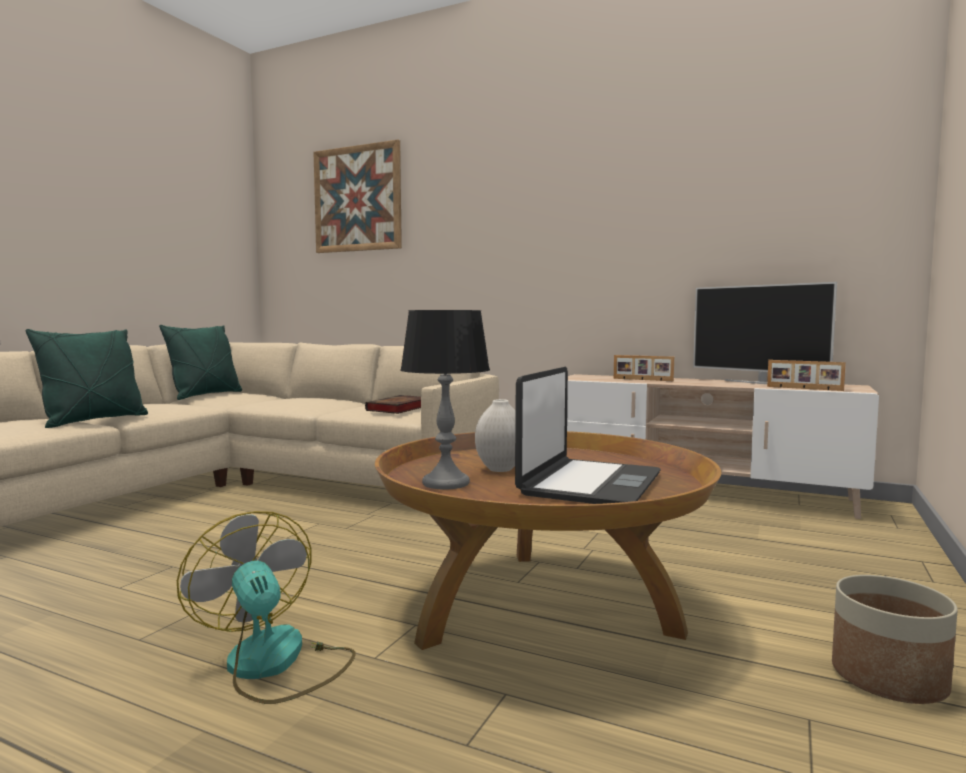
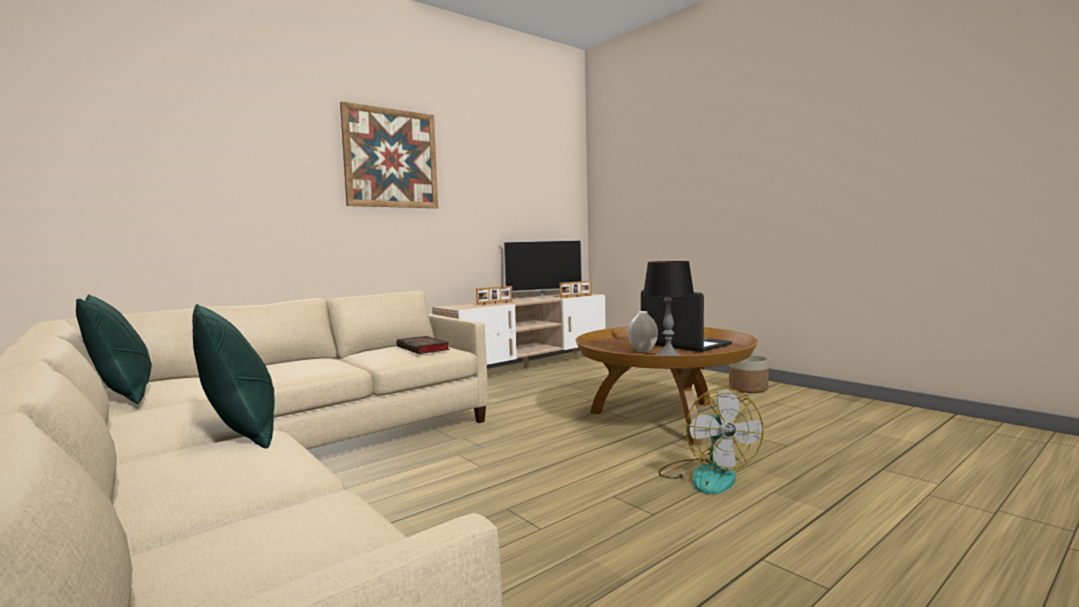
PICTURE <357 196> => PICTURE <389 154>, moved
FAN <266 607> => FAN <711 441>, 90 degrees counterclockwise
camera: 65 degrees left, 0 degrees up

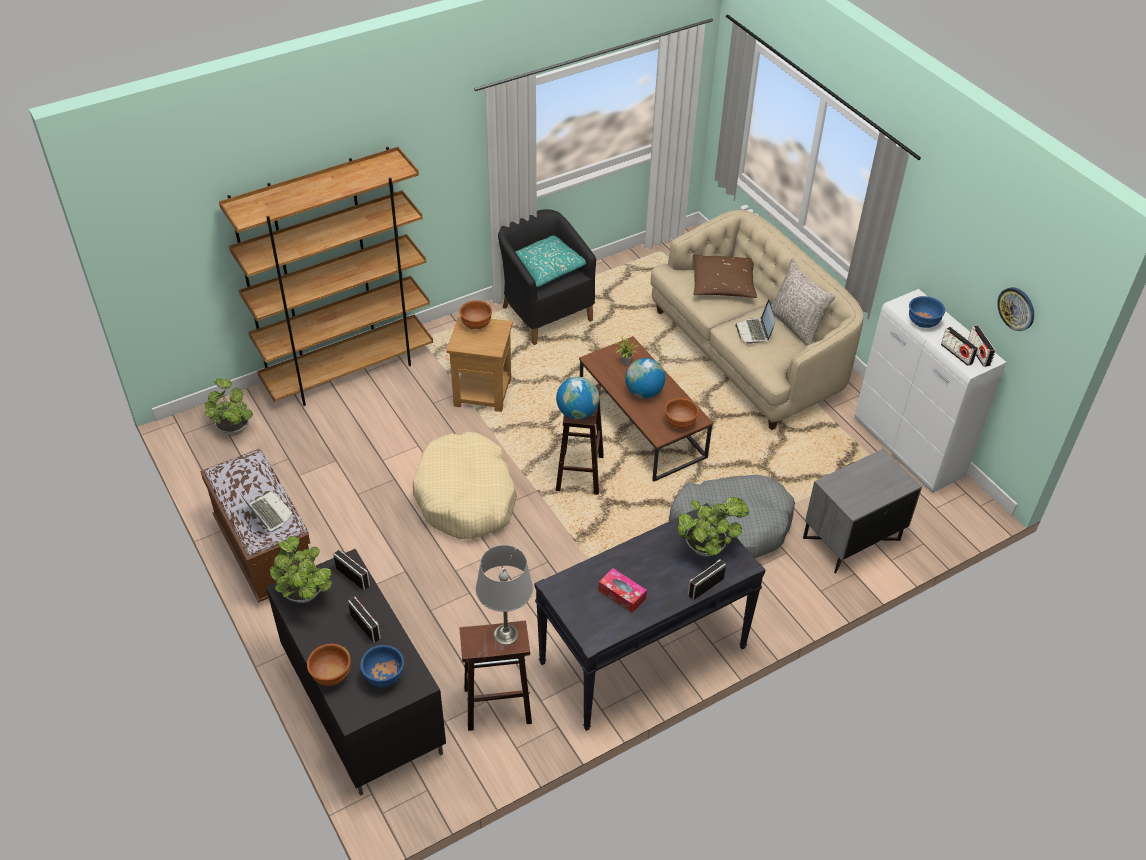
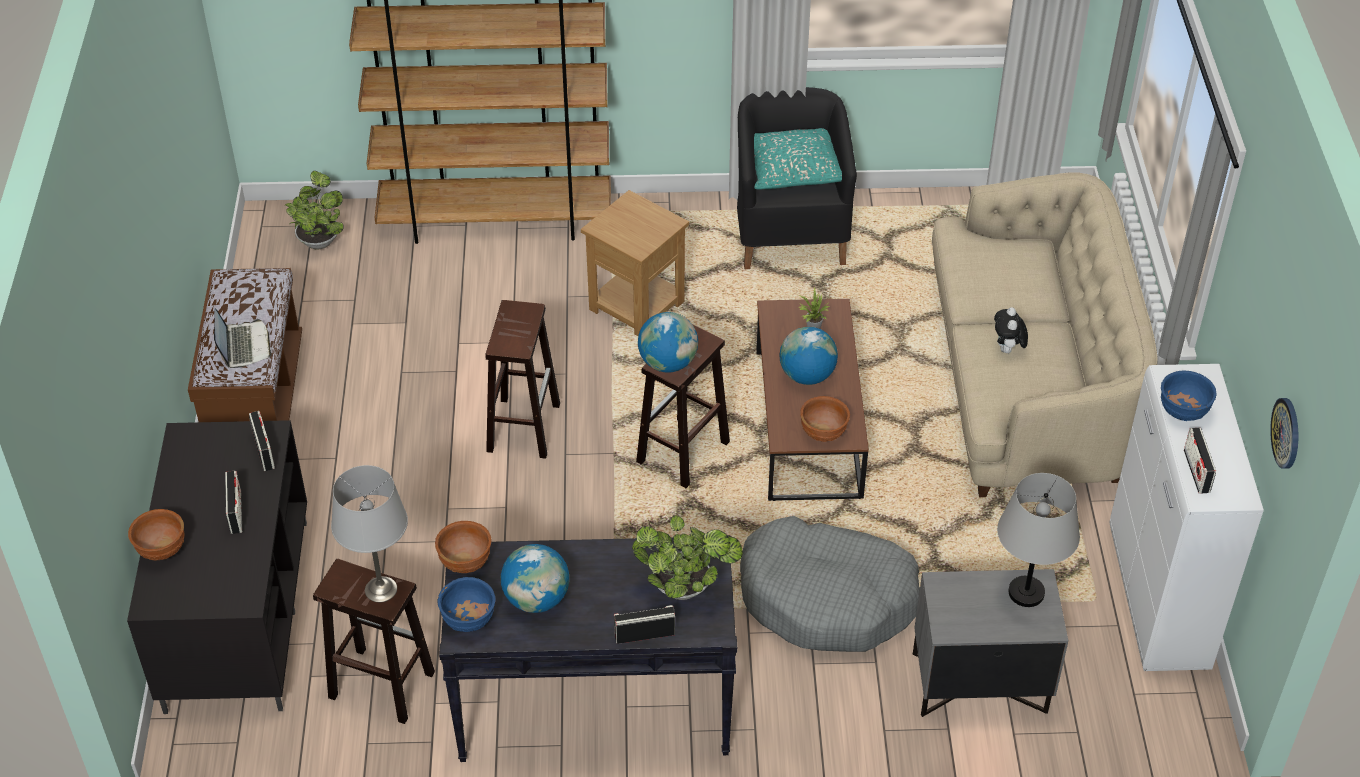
BROWN DEEP DISH <475 314> => BROWN DEEP DISH <463 547>, moved
BLUE DEEP DISH <382 666> => BLUE DEEP DISH <466 604>, moved
BEIGE-COLOURED DOG BED <465 485> => BROWN STOOL SEAT <522 379>
BOX OF TISSUES <622 590> => WORLD GLOBE <535 578>
LAPTOP <755 321> => PLUSH TOY <1011 330>
nothing => GRAY TABLE LAMP <1038 540>
POTTED PLANT <301 569> => nothing
BROWN CUSHION <725 276> => nothing
GRAY CUSHION <804 302> => nothing
RADIO <981 346> => nothing
camera: 30 degrees right, 0 degrees up

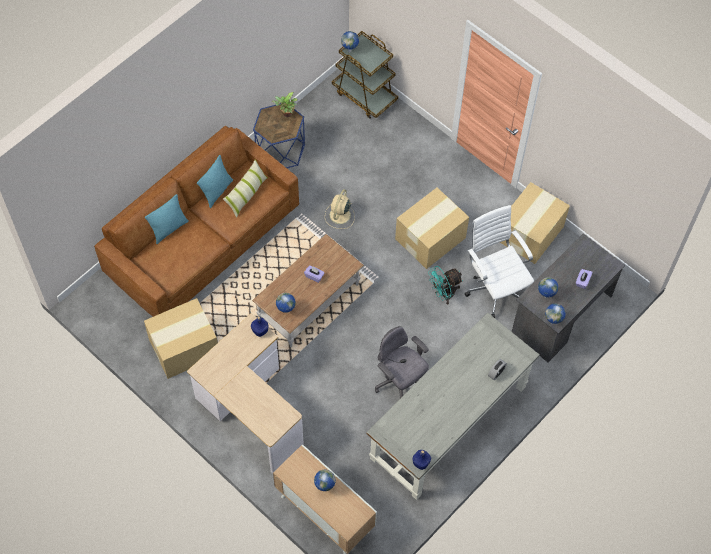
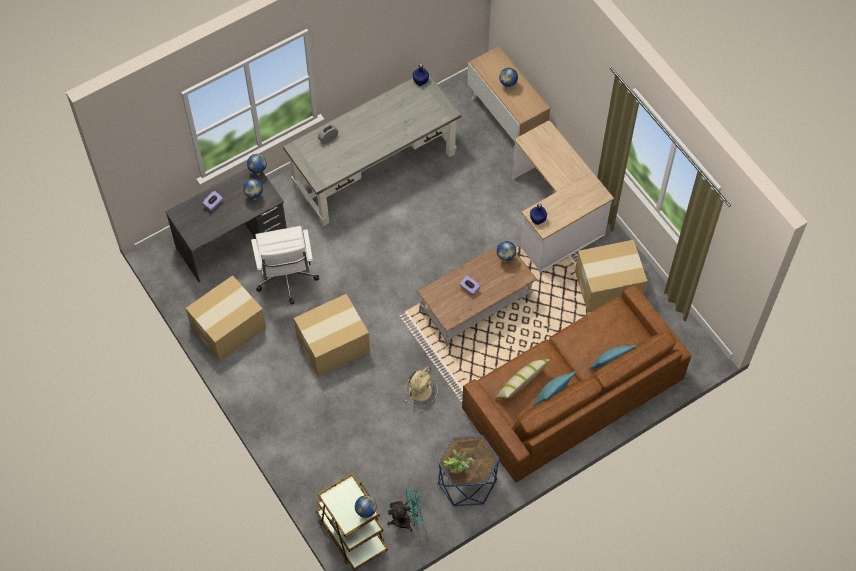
BLUE-GREEN FAN <445 285> => BLUE-GREEN FAN <405 510>, moved
GRAY DESK CHAIR <402 362> => nothing
camera: 165 degrees left, 0 degrees up

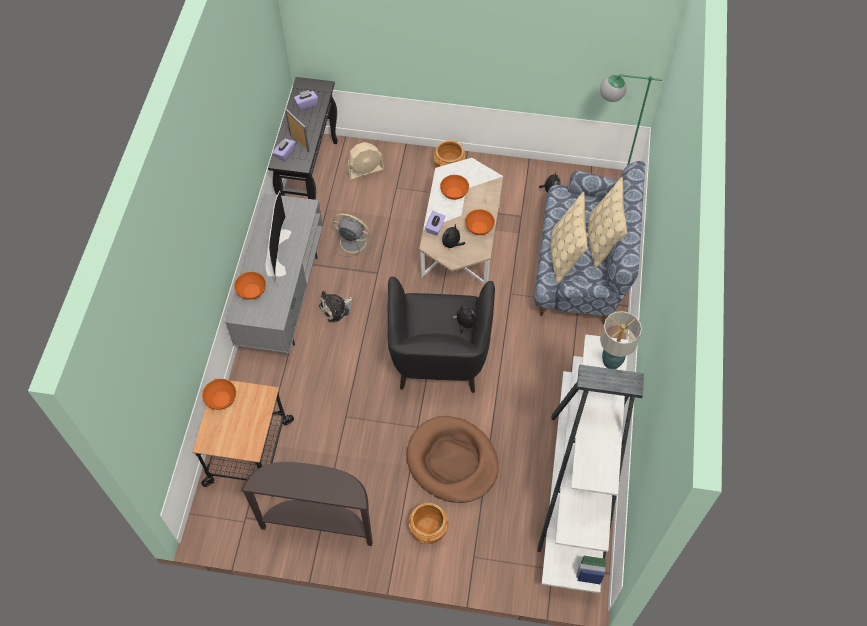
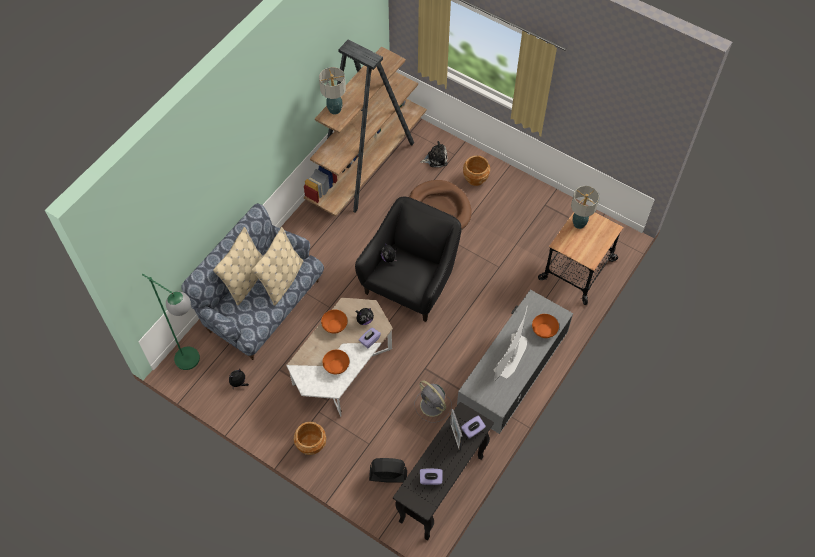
WHITISH BOOKSHELF <590 463> => BROWN BOOKSHELF <365 128>
BEIGE-COLOURED FAN <365 161> => BLACK-COLOURED FAN <388 470>
PLUSH TOY <336 306> => PLUSH TOY <434 154>, moved
nothing => TABLE LAMP <585 207>
ORANGE DEEP DISH <219 394> => nothing
BROWN CONSOLE TABLE <307 504> => nothing
camera: 155 degrees left, 0 degrees up

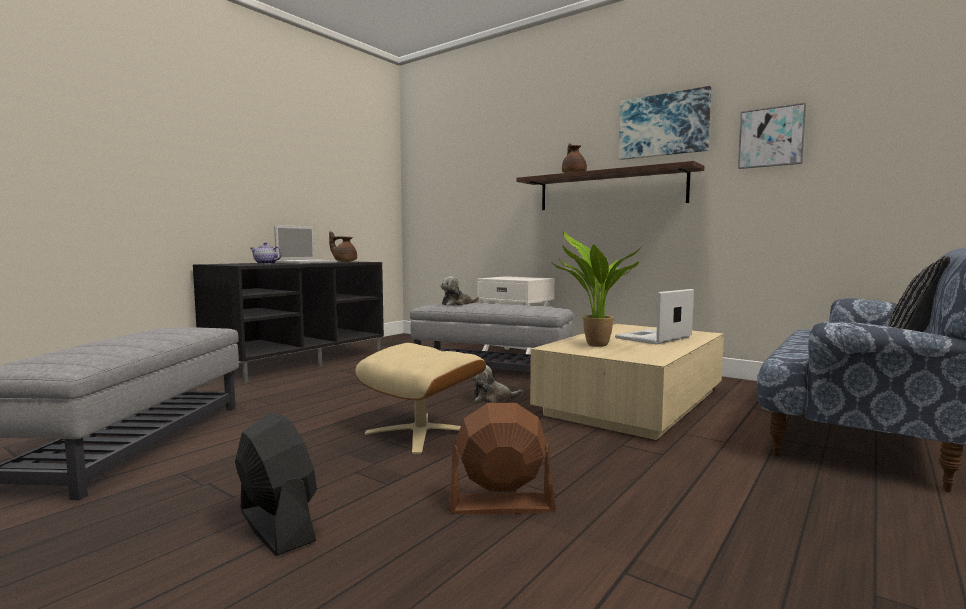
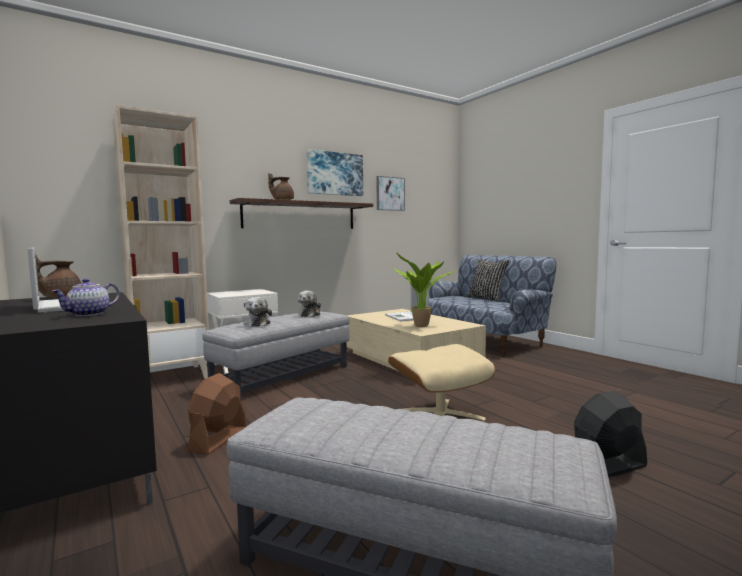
nothing => BEIGE-COLOURED BOOKSHELF <161 242>
BROWN FAN <502 458> => BROWN FAN <217 414>, moved
PLUSH TOY <497 384> => PLUSH TOY <309 304>, moved
camera: 70 degrees left, 0 degrees up

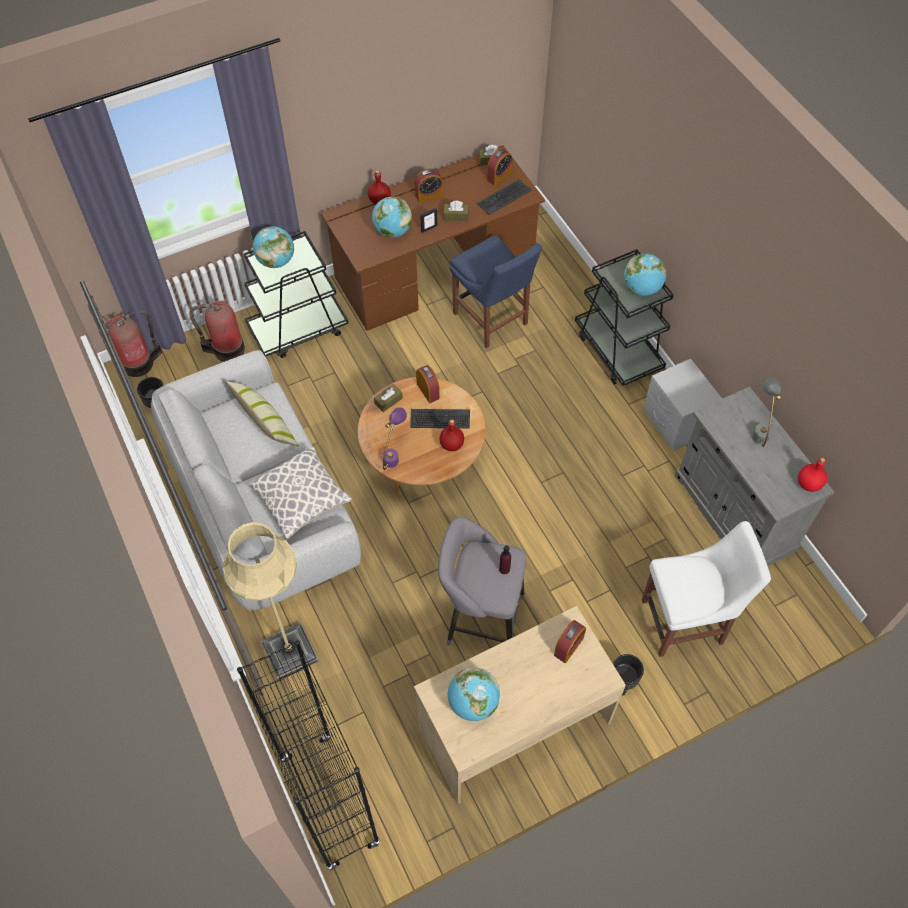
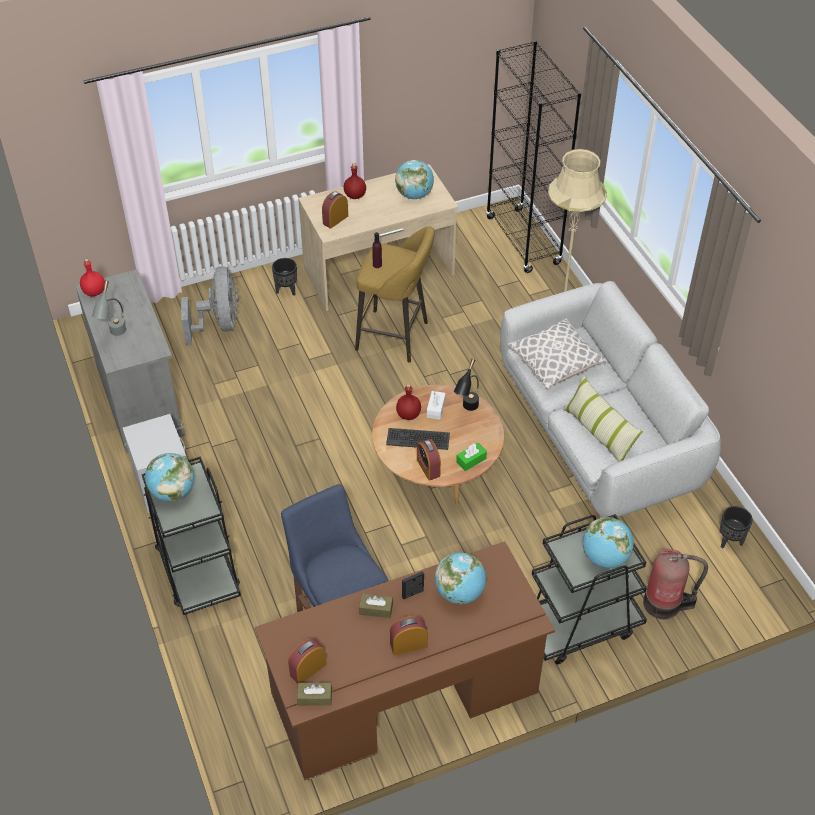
WHITISH UPRIGHT CHAIR <706 589> => GRAY FAN <210 305>
REDDISH BOTTLE <379 187> => REDDISH BOTTLE <355 181>, moved
GRAY STOOL SEAT <482 581> => YELLOWISH STOOL SEAT <395 294>
nothing => WHITISH BOX OF TISSUES <436 405>
PURPLISH TABLE LAMP <394 438> => BLACK-COLOURED TABLE LAMP <466 385>
BROWN BOX OF TISSUES <388 398> => GREENISH BOX OF TISSUES <471 457>
FIRE-FIGHTING CYLINDER <134 344> => nothing
KEYBOARD <504 197> => nothing
camera: 175 degrees left, 10 degrees down

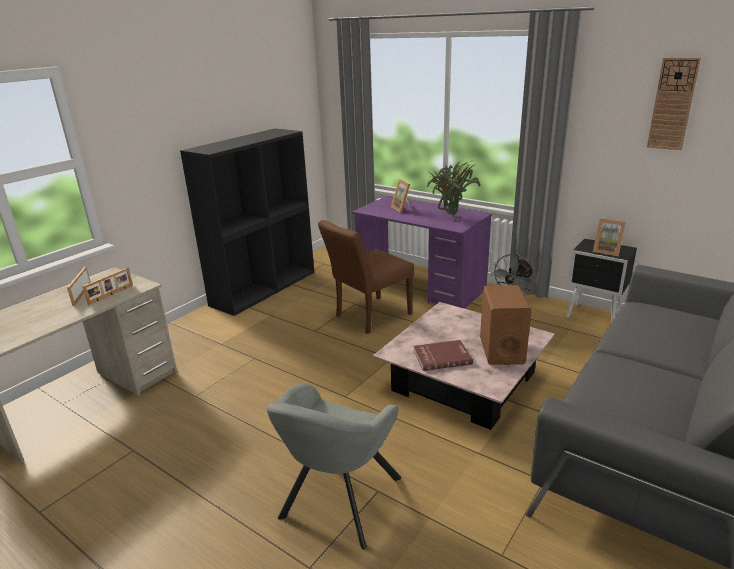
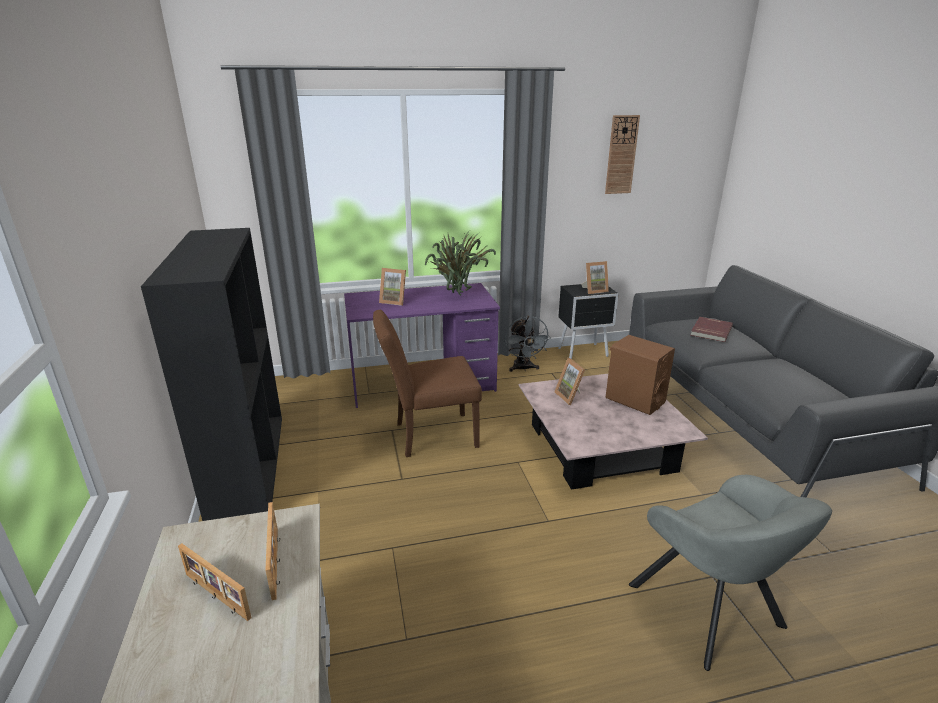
BROWN UPRIGHT CHAIR <366 277> => BROWN UPRIGHT CHAIR <427 383>, 75 degrees clockwise
nothing => PHOTO FRAME <569 381>
REDDISH BOOK <443 355> => REDDISH BOOK <711 329>, moved
camera: 50 degrees left, 0 degrees up

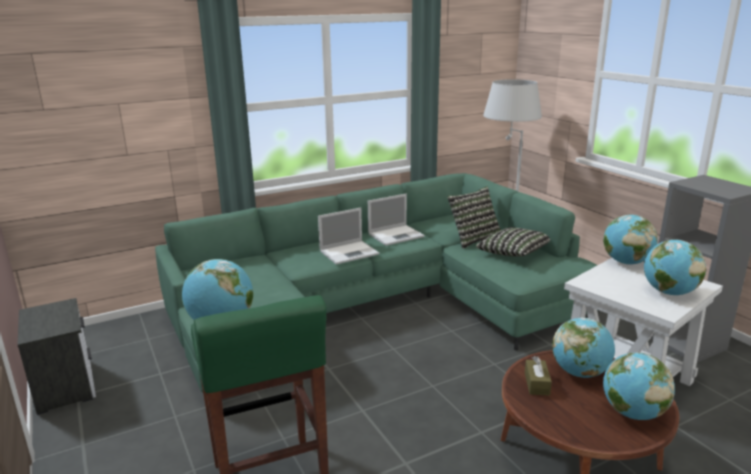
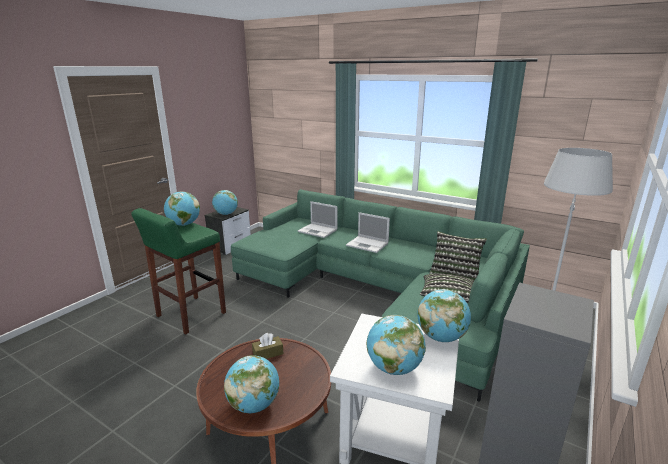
WORLD GLOBE <583 347> => WORLD GLOBE <225 202>, moved
LAPTOP <396 220> => LAPTOP <317 219>, moved
camera: 60 degrees right, 0 degrees up

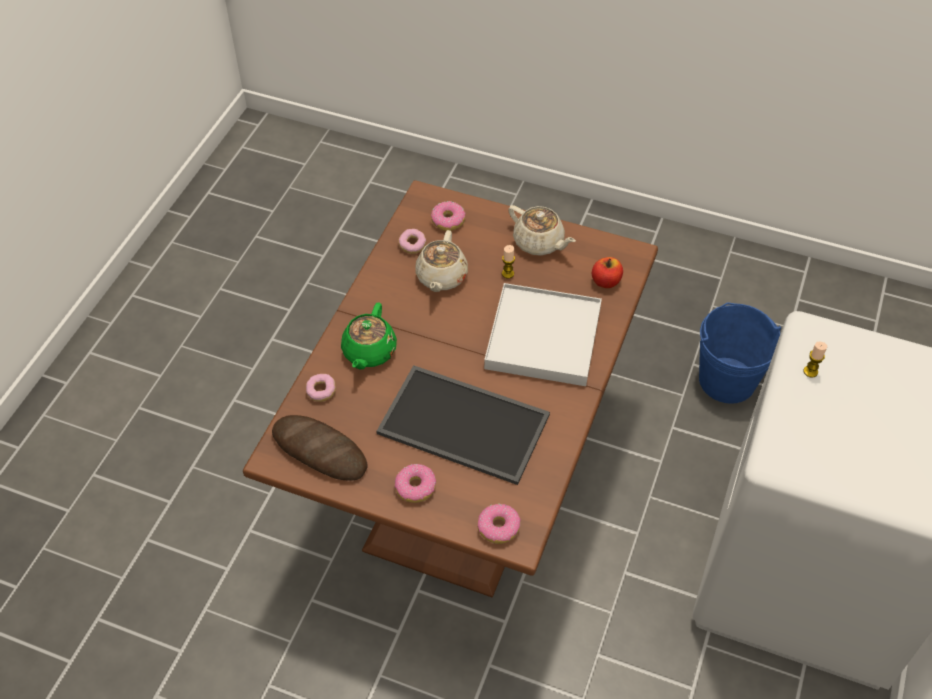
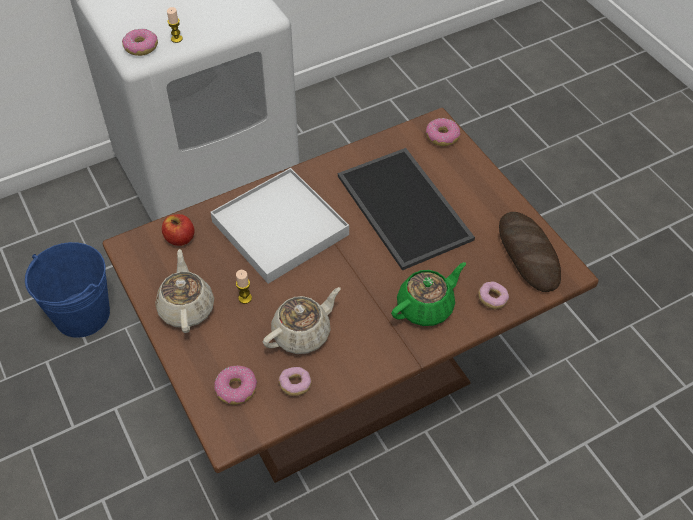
DOUGHNUT <415 483> => DOUGHNUT <140 42>, moved
camera: 140 degrees left, 0 degrees up

